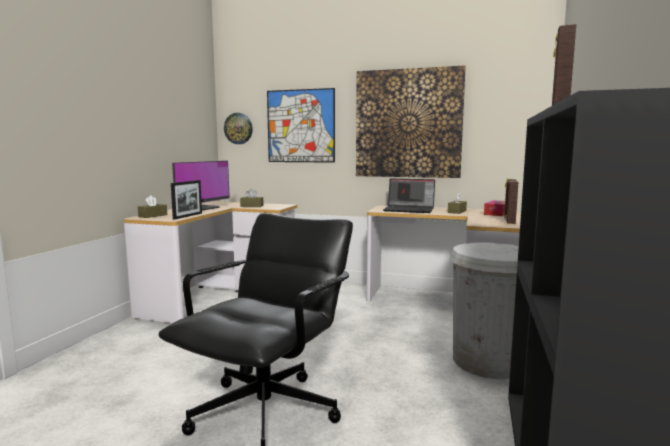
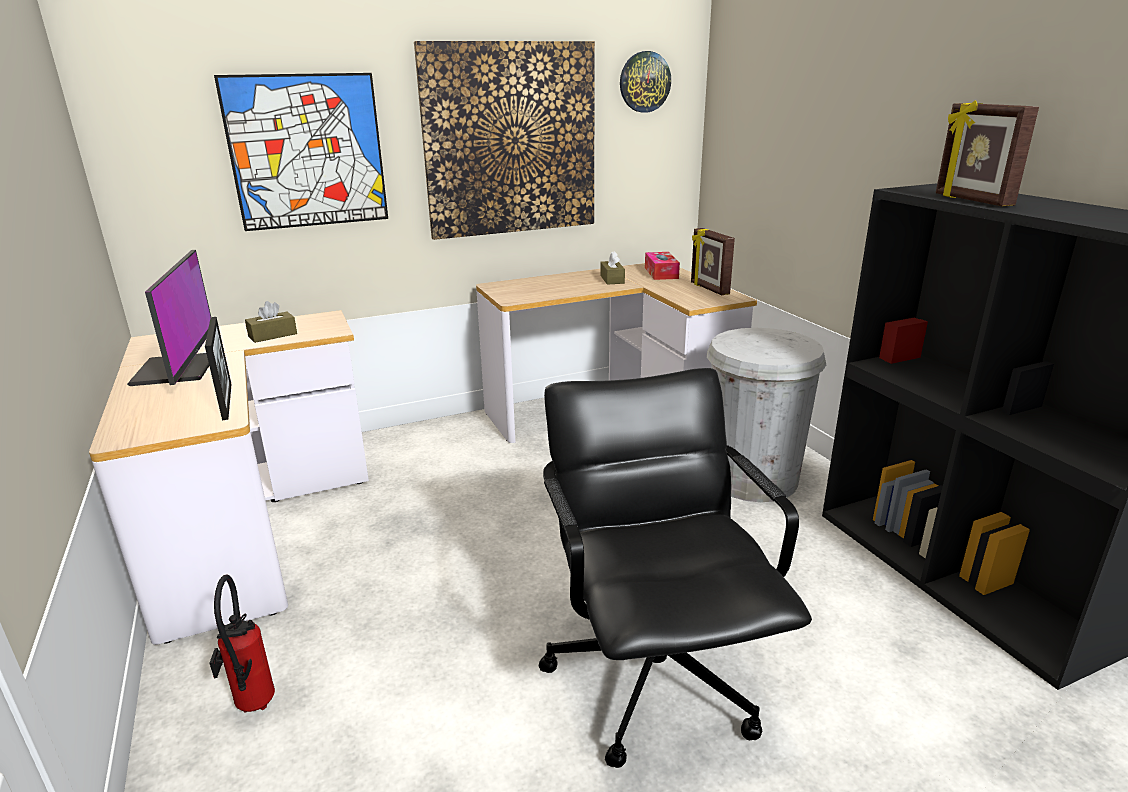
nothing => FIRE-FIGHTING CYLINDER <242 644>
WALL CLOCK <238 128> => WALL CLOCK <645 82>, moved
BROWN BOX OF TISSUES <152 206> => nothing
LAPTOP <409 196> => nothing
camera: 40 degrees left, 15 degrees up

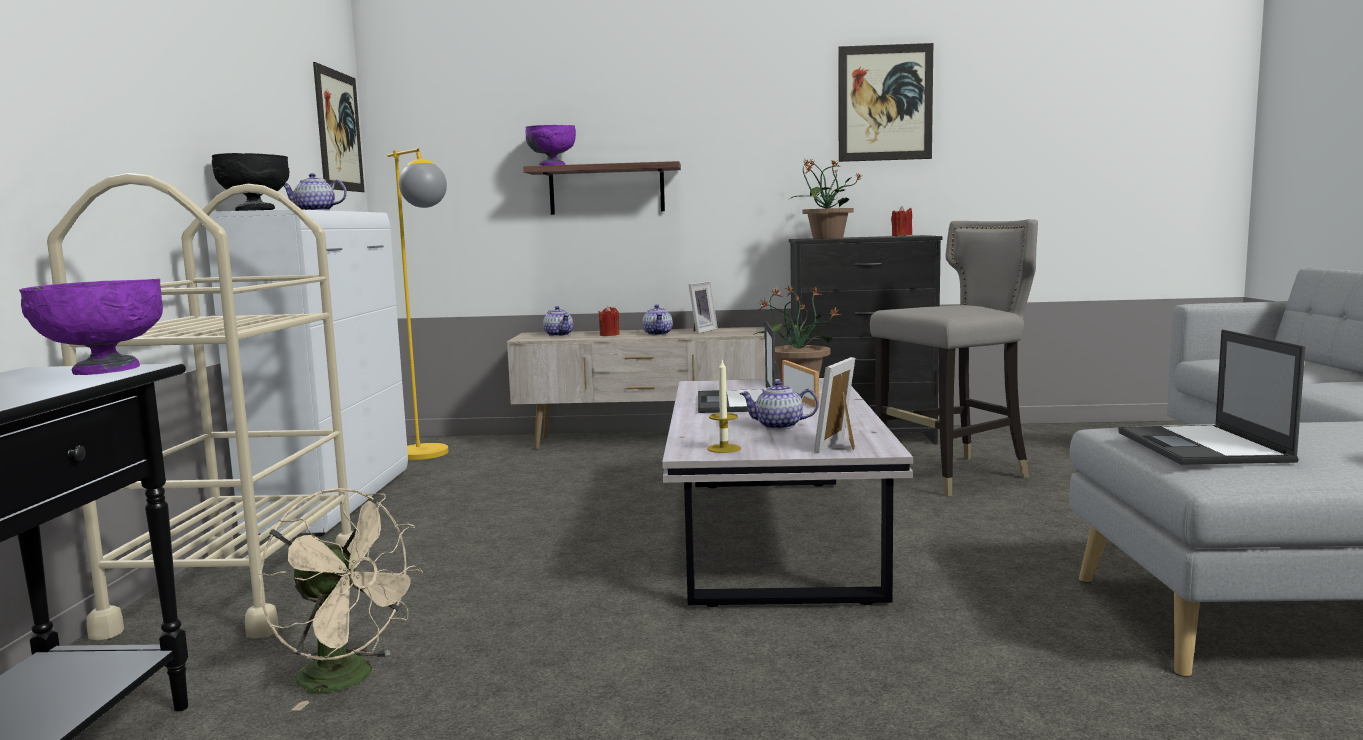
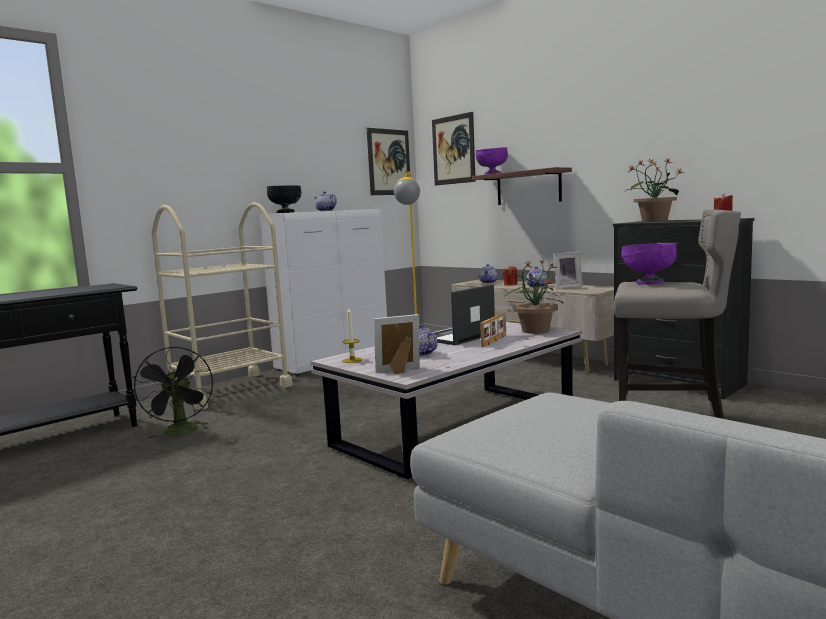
BEIGE-COLOURED FAN <341 599> => BLACK-COLOURED FAN <173 392>
PICTURE <885 102> => PICTURE <454 149>, moved
PURPLISH DEEP DISH <91 327> => PURPLISH DEEP DISH <649 264>, moved
LAPTOP <1212 397> => nothing
camera: 45 degrees right, 0 degrees up

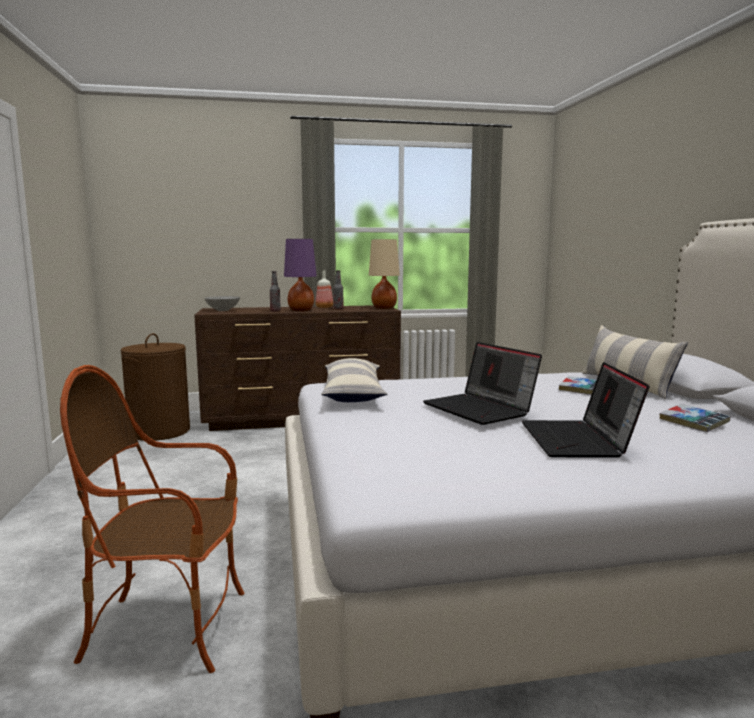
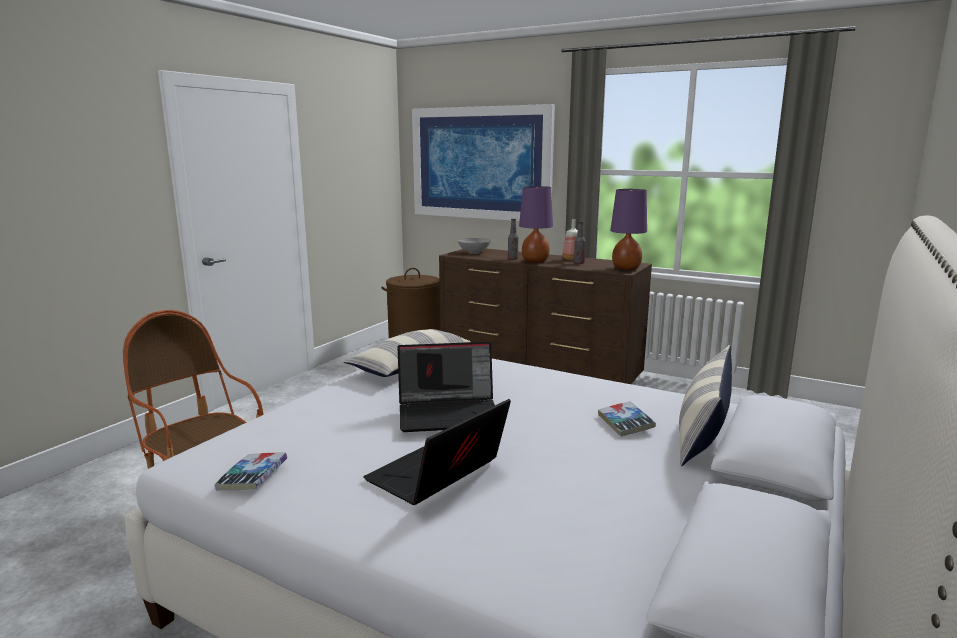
BOOK <695 418> => BOOK <250 472>, moved
LAPTOP <482 383> => LAPTOP <446 387>, 105 degrees counterclockwise
nothing => PICTURE <483 162>
BEIGE-COLOURED TABLE LAMP <384 274> => PURPLISH TABLE LAMP <628 229>
camera: 40 degrees right, 5 degrees up

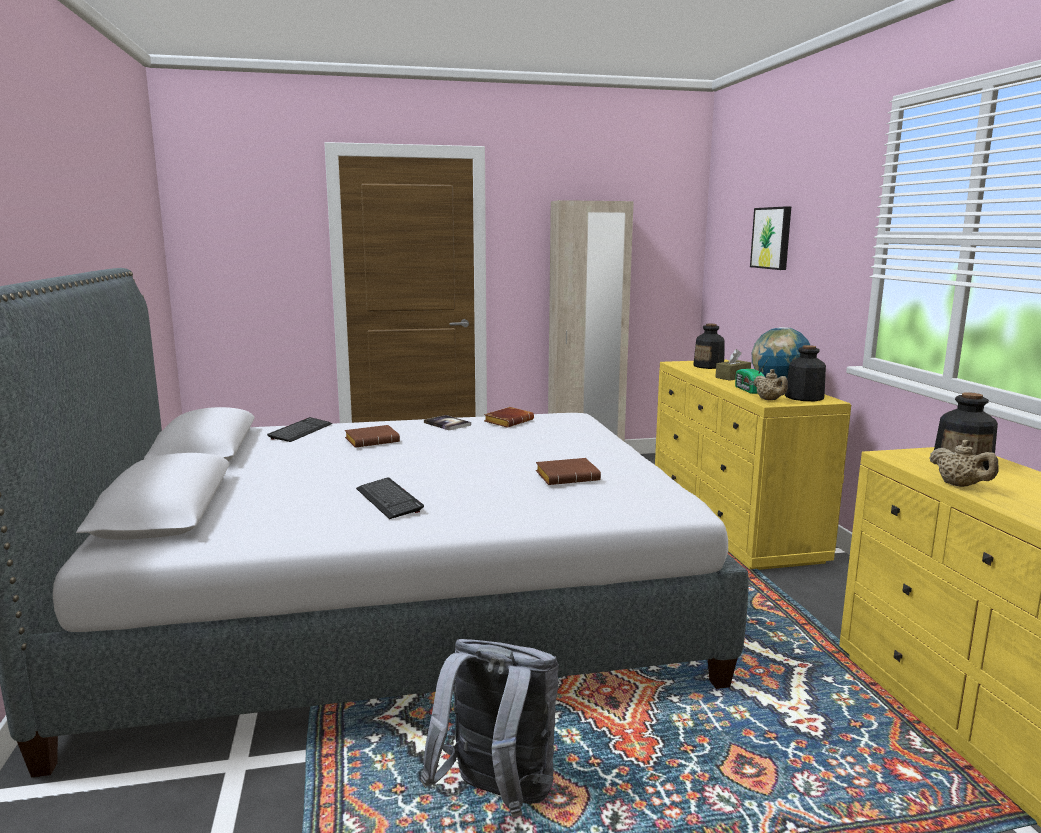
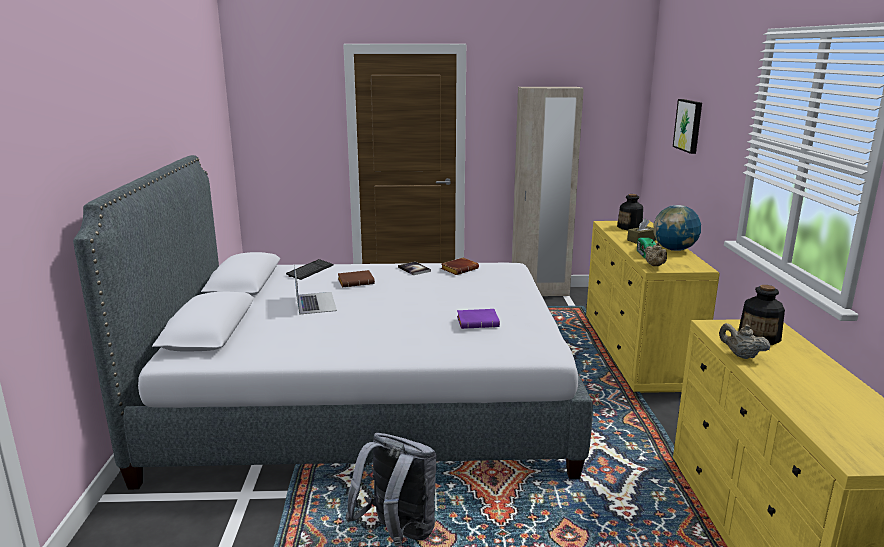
nothing => LAPTOP <315 290>
BROWN BOOK <568 471> => PURPLISH BOOK <478 319>
BEIGE-COLOURED TEAPOT <964 463> => BEIGE-COLOURED TEAPOT <745 341>, 150 degrees clockwise
KEYBOARD <390 498> => nothing
BOTTLE <805 373> => nothing
camera: 10 degrees right, 5 degrees up

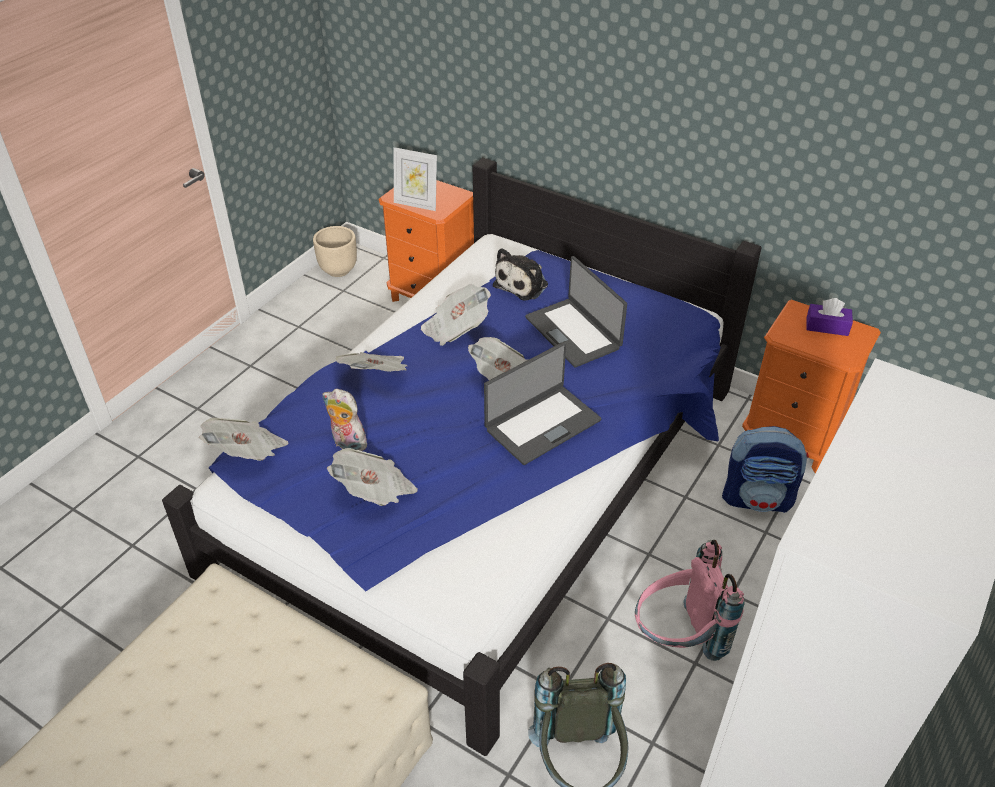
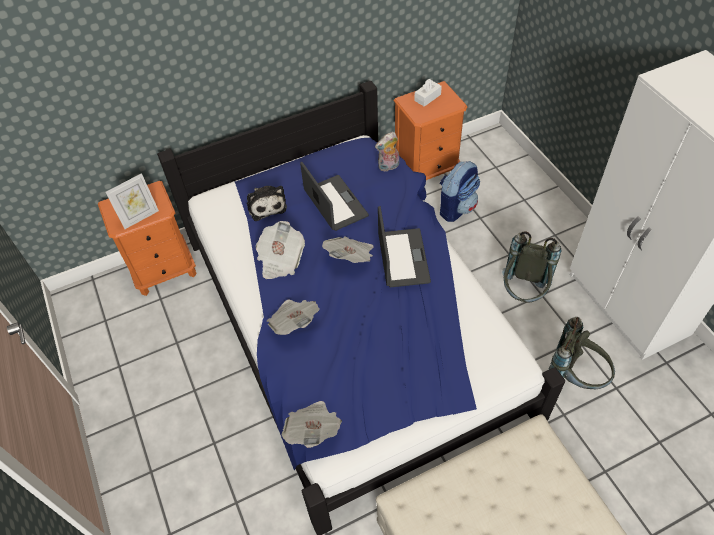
LAPTOP <576 311> => LAPTOP <334 196>, 120 degrees counterclockwise
PLUSH TOY <344 420> => PLUSH TOY <387 152>, moved
PURPLISH BOX OF TISSUES <830 317> => WHITISH BOX OF TISSUES <428 93>
PINKISH RUCKSACK <690 600> => GRAY RUCKSACK <531 267>
BEIGE-COLOURED PLANTER <335 251> => nothing
NEWSPAPER <372 477> => nothing
camera: 55 degrees left, 10 degrees up

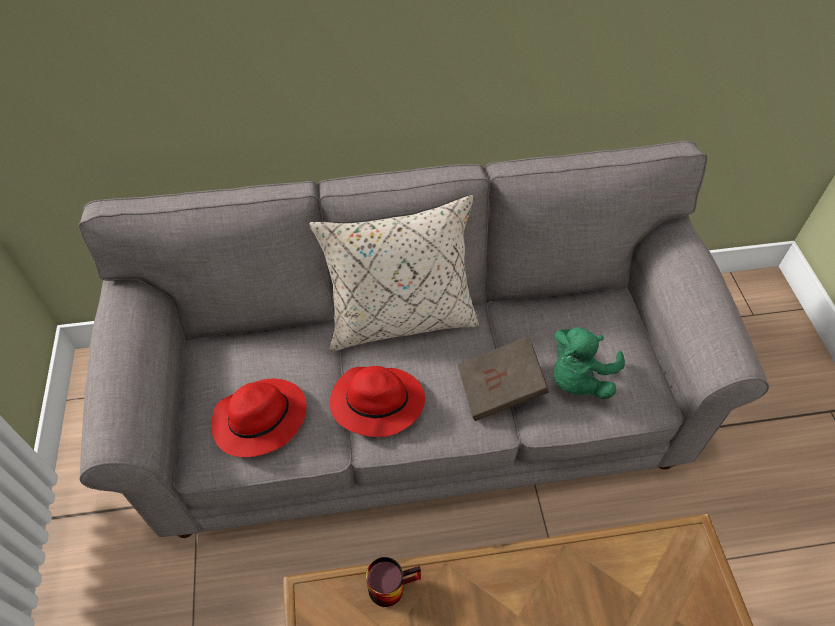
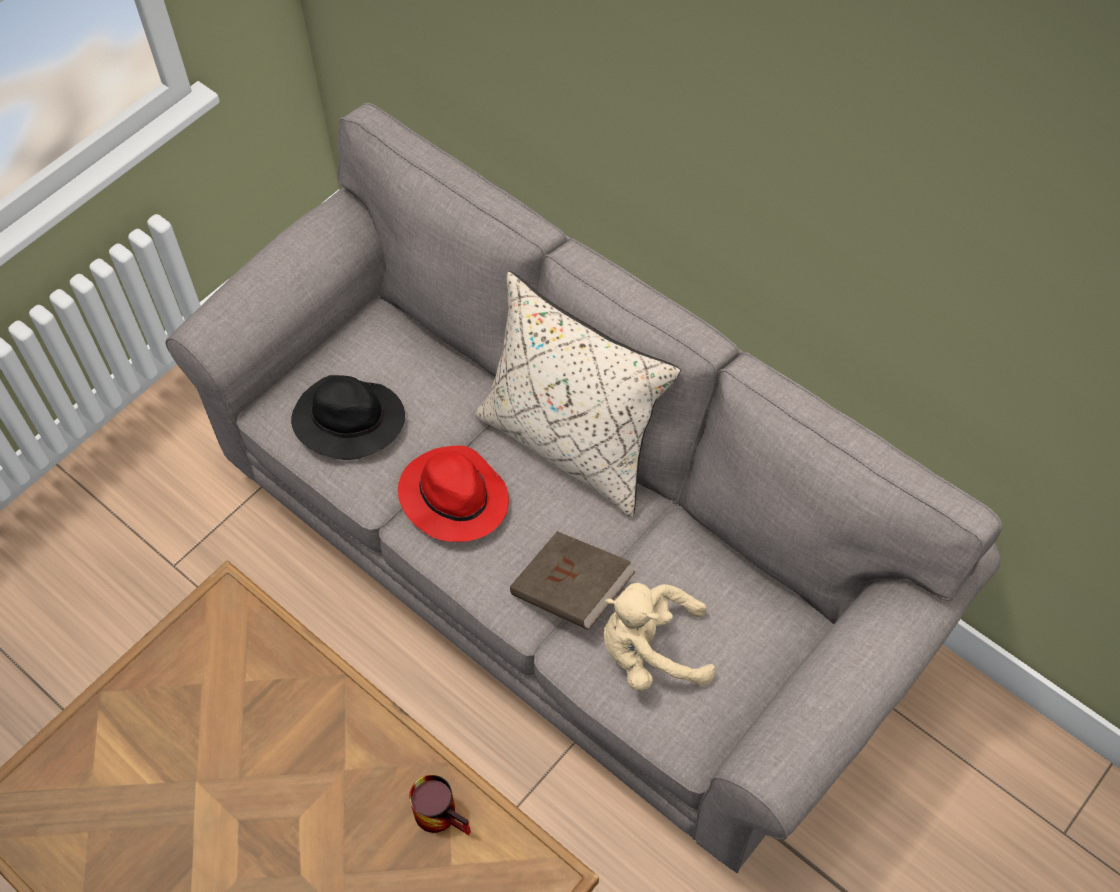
REDDISH CLOTHING HAT <259 417> => BLACK-COLOURED CLOTHING HAT <348 417>
COFFEE MUG <393 582> => COFFEE MUG <440 805>, moved
GREENISH PLUSH TOY <589 363> => BEIGE-COLOURED PLUSH TOY <659 637>
camera: 50 degrees right, 5 degrees up

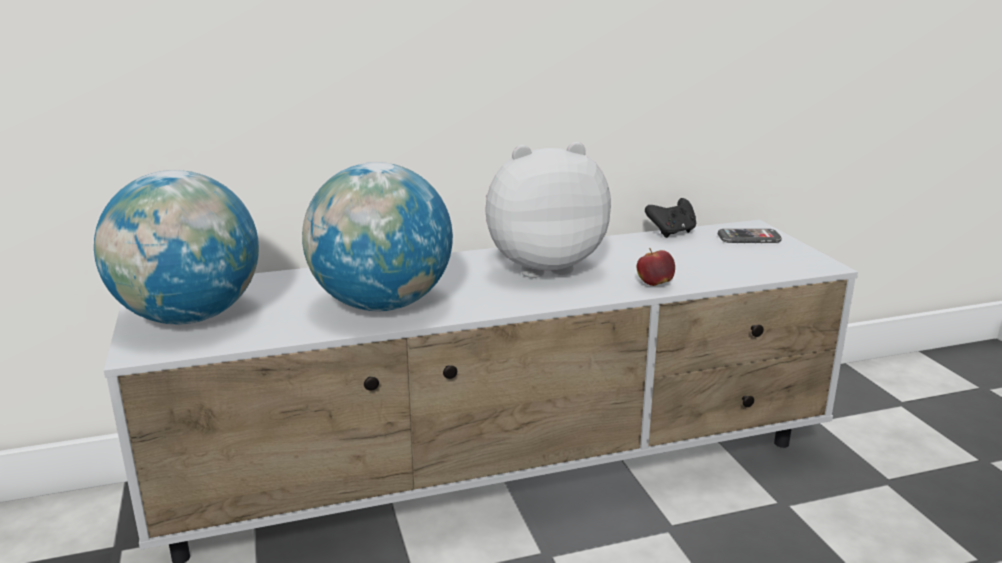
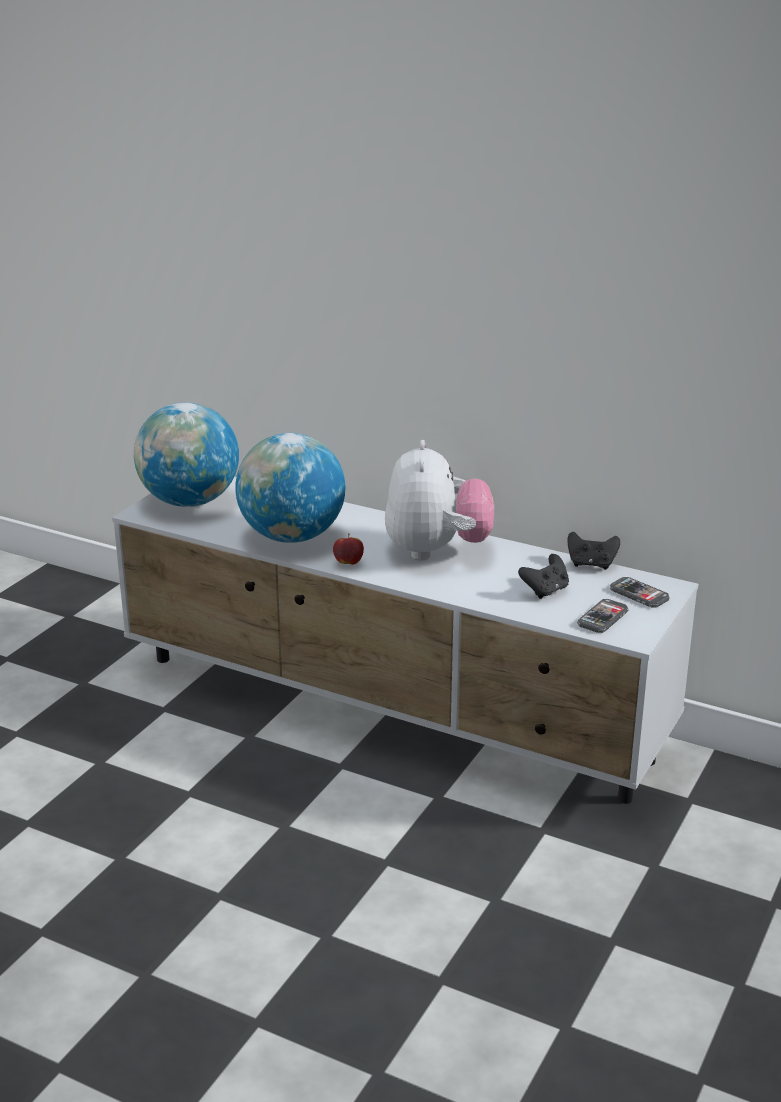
WHOLE APPLE <656 267> => WHOLE APPLE <348 549>, moved
PLUSH TOY <548 210> => PLUSH TOY <439 500>, 60 degrees clockwise
nothing => BLACK-COLOURED GAME CONTROLLER <543 576>
nothing => TELEPHONE <603 616>
camera: 45 degrees right, 5 degrees up

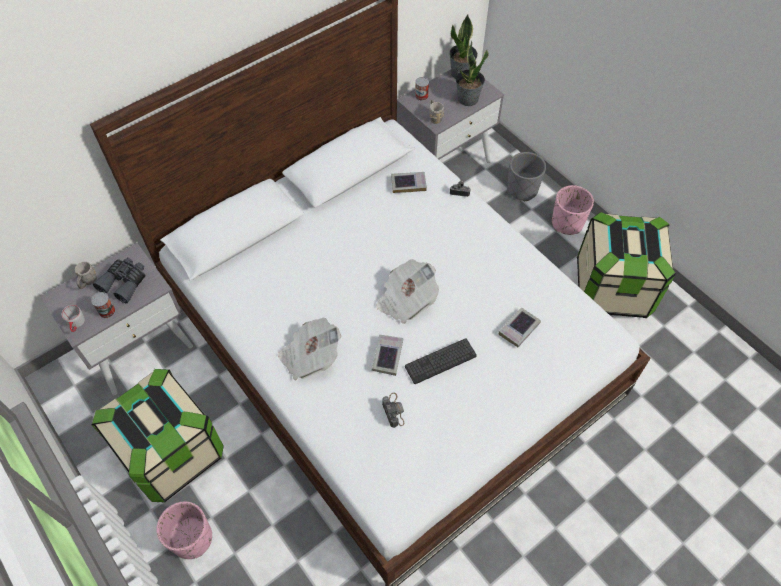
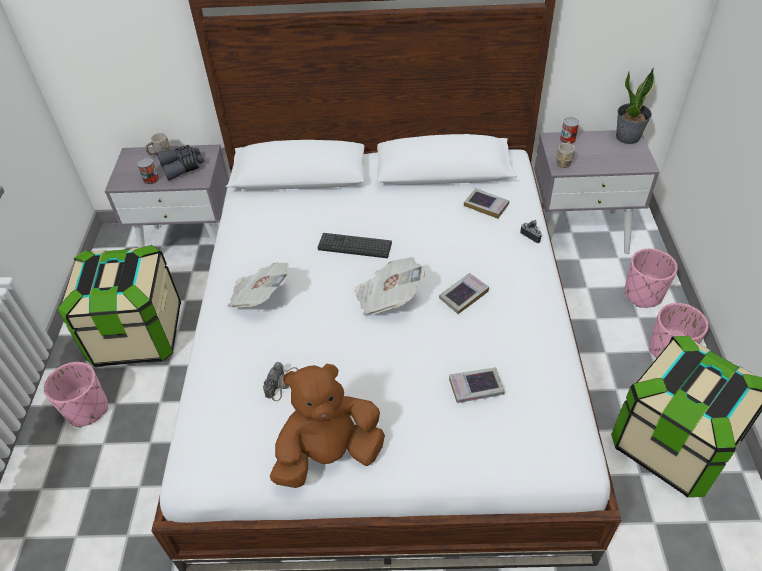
nothing => BROWN PLUSH TOY <327 426>
KEYBOARD <441 361> => KEYBOARD <355 245>, moved
BOOK <388 355> => BOOK <464 293>, moved
GRAY PLANTER <526 176> => PINKISH PLANTER <651 278>
GRAY COFFEE MUG <73 318> => nothing
POTTED PLANT <472 73> => nothing
camera: 40 degrees right, 10 degrees down

